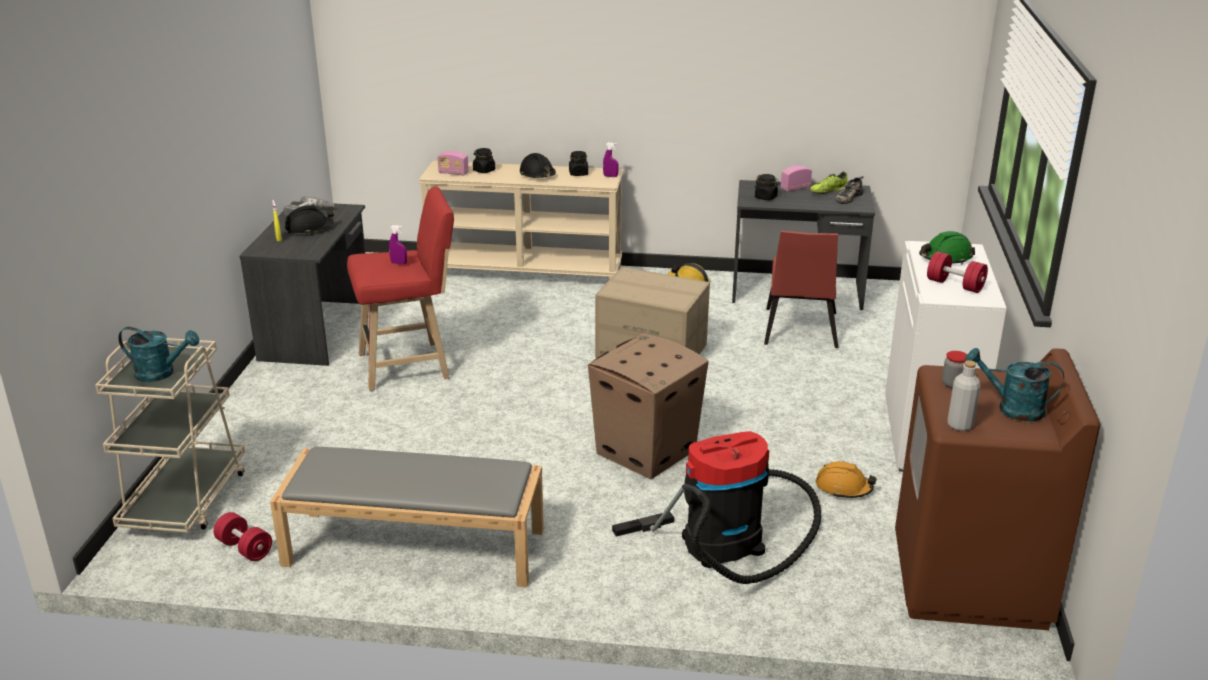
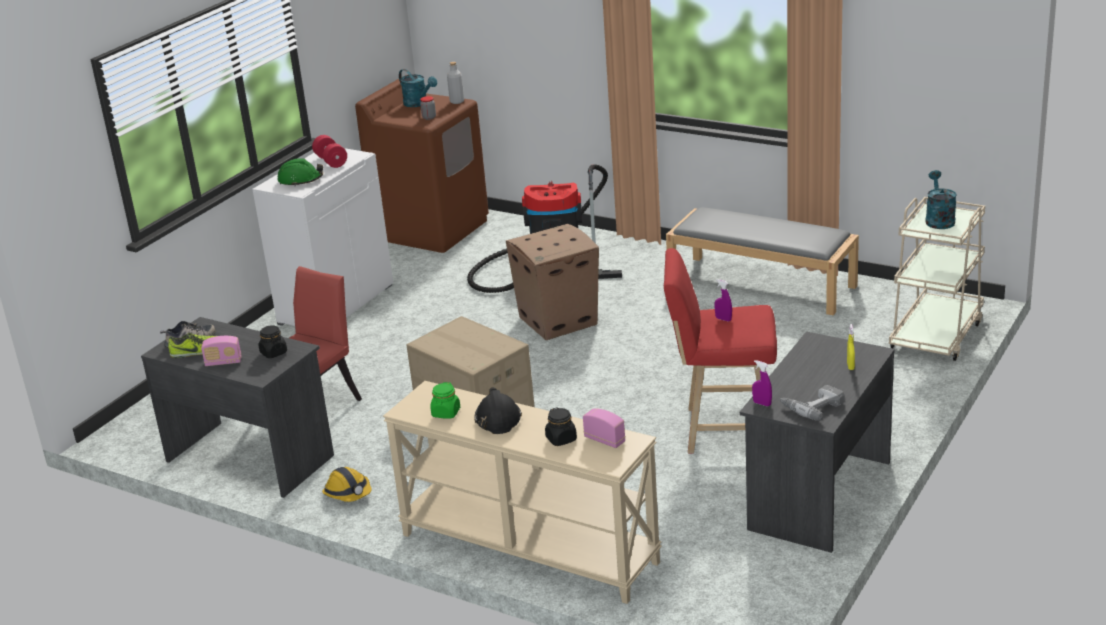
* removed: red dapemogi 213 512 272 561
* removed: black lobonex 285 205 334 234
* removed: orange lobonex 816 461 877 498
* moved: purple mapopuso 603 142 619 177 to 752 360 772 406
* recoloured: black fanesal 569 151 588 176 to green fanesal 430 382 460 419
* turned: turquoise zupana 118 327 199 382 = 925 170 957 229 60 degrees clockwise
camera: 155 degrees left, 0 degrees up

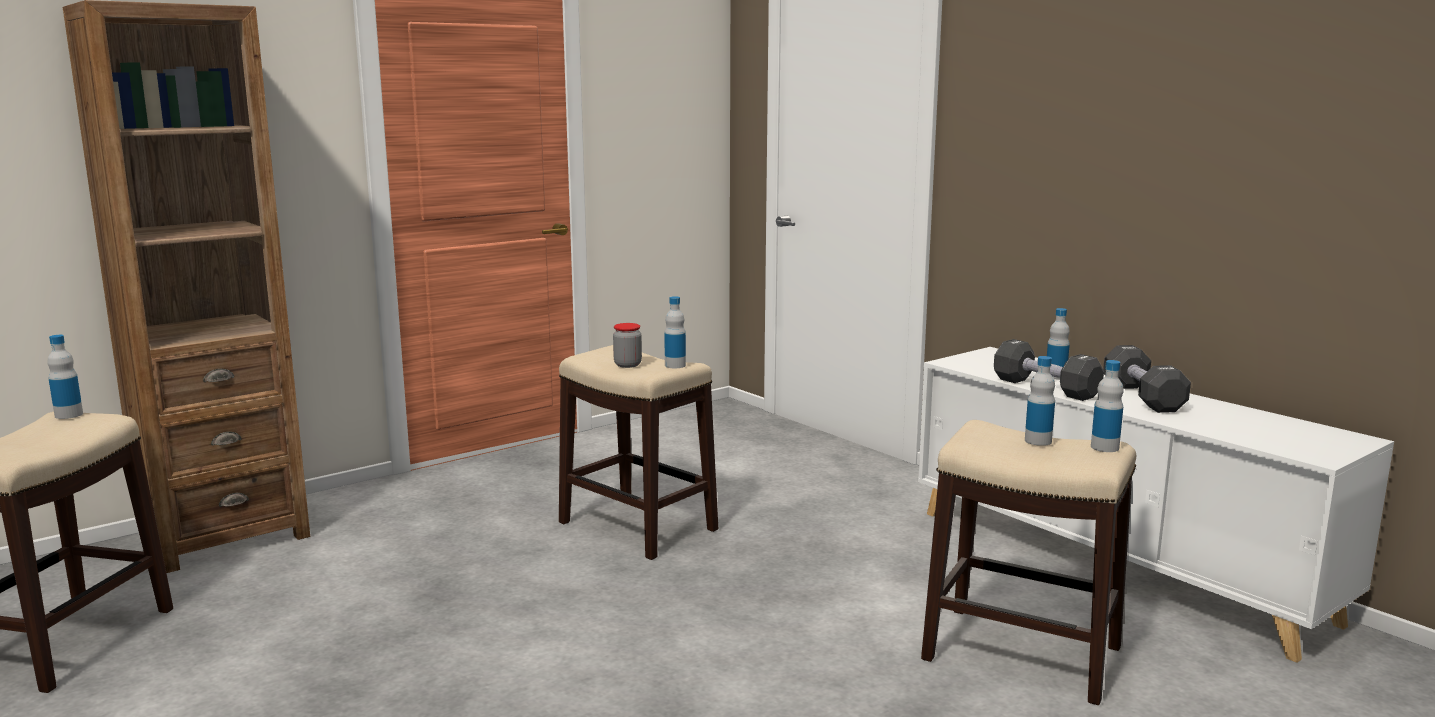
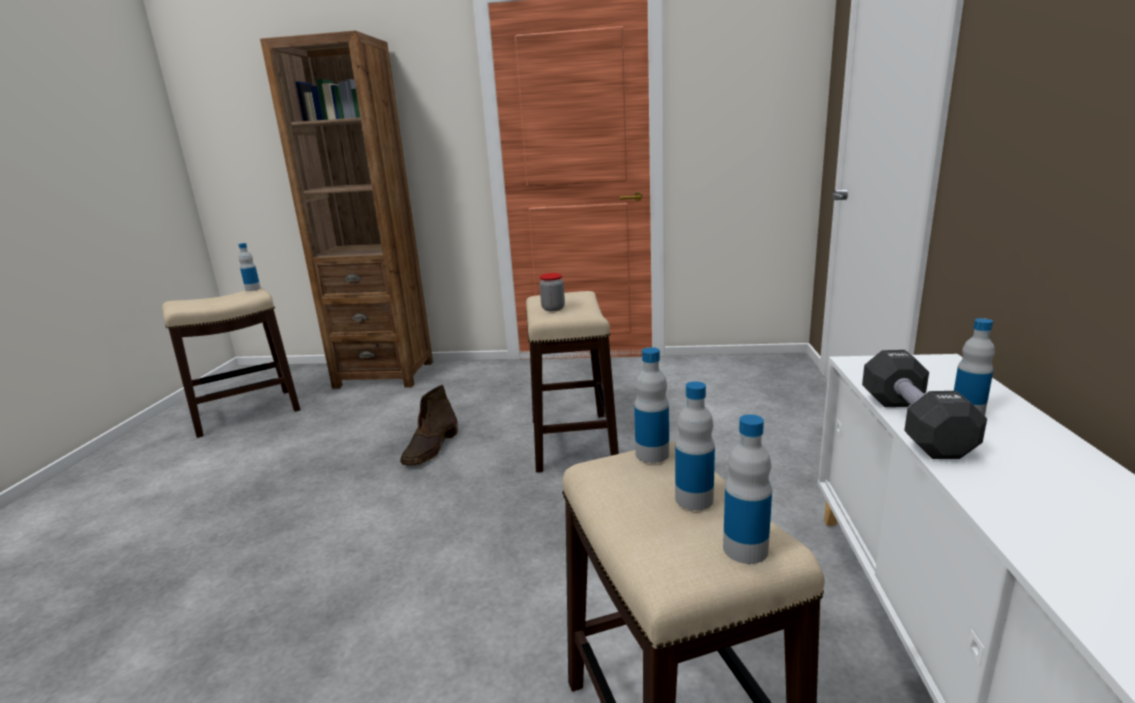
* removed: black dapemogi 1103 345 1191 413
* added: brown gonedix 400 385 458 466
* moved: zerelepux 664 296 686 368 to 634 347 669 463
camera: 45 degrees right, 5 degrees up

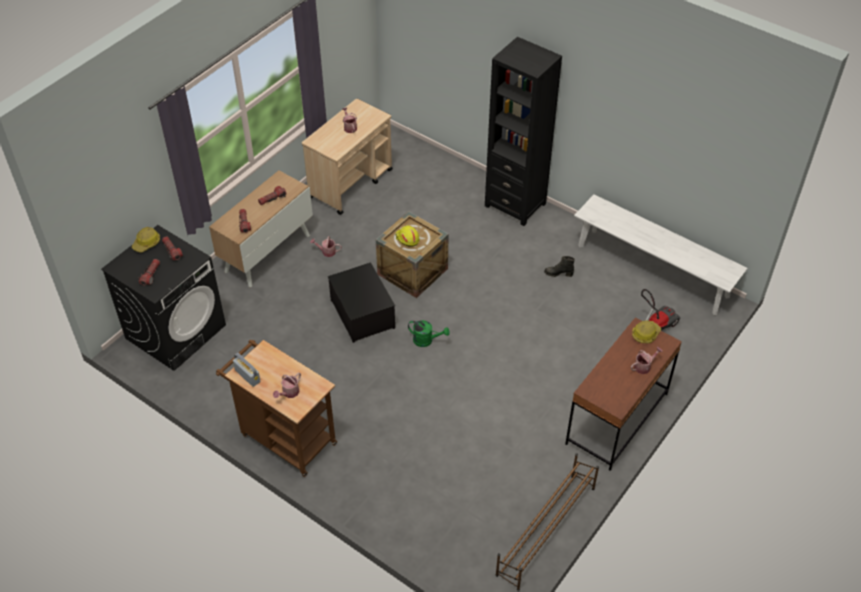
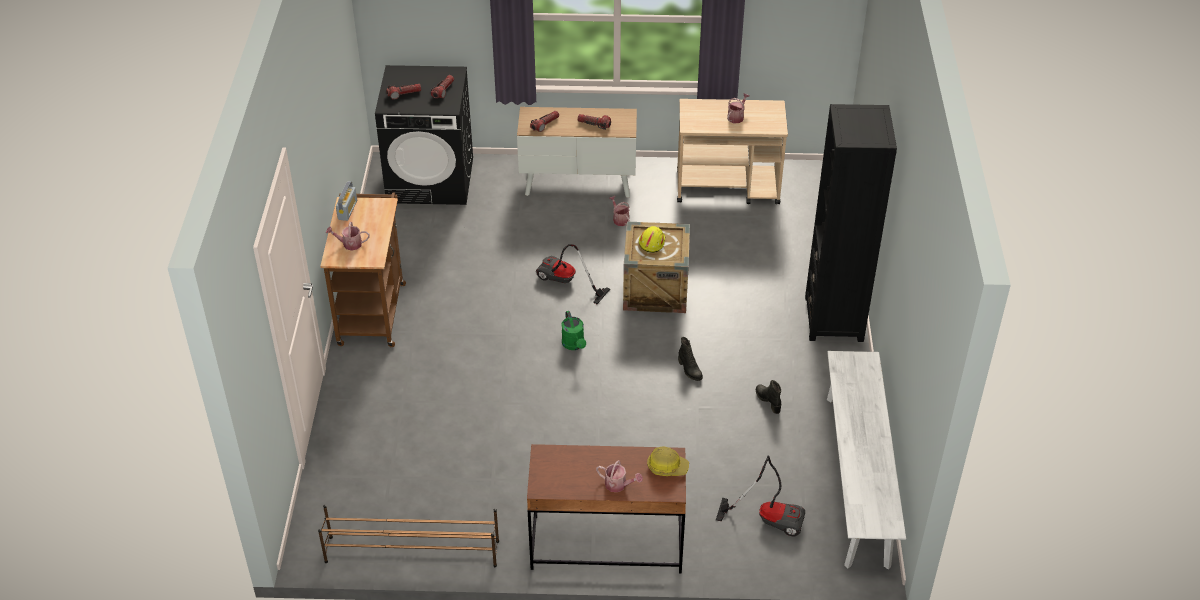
* removed: lobonex 132 227 160 253
* added: black gonedix 678 337 703 381
* replaced: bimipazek 328 262 395 343 to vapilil 536 244 610 304
camera: 55 degrees right, 5 degrees down

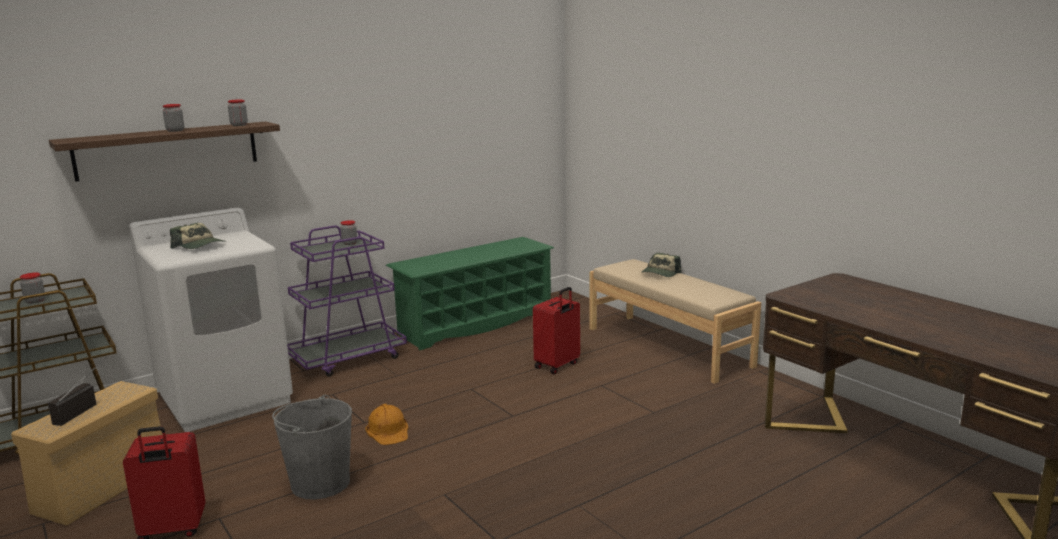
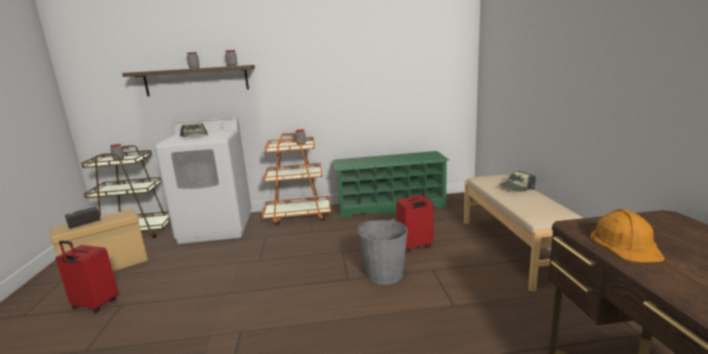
* moved: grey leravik 272 395 352 500 to 359 219 408 285
* moved: orange lobonex 365 404 408 445 to 590 209 665 263
* recoloured: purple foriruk 287 225 407 377 to orange foriruk 262 132 331 225
camera: 30 degrees right, 0 degrees up

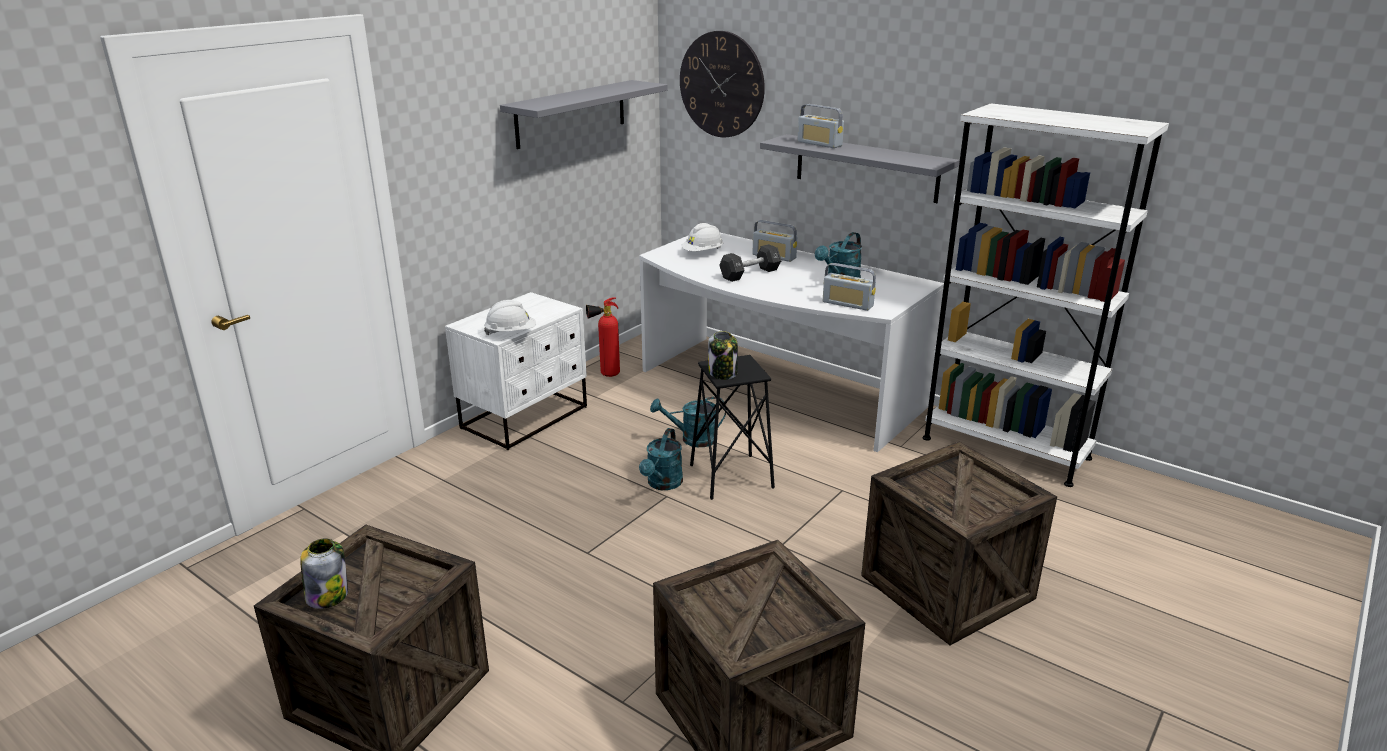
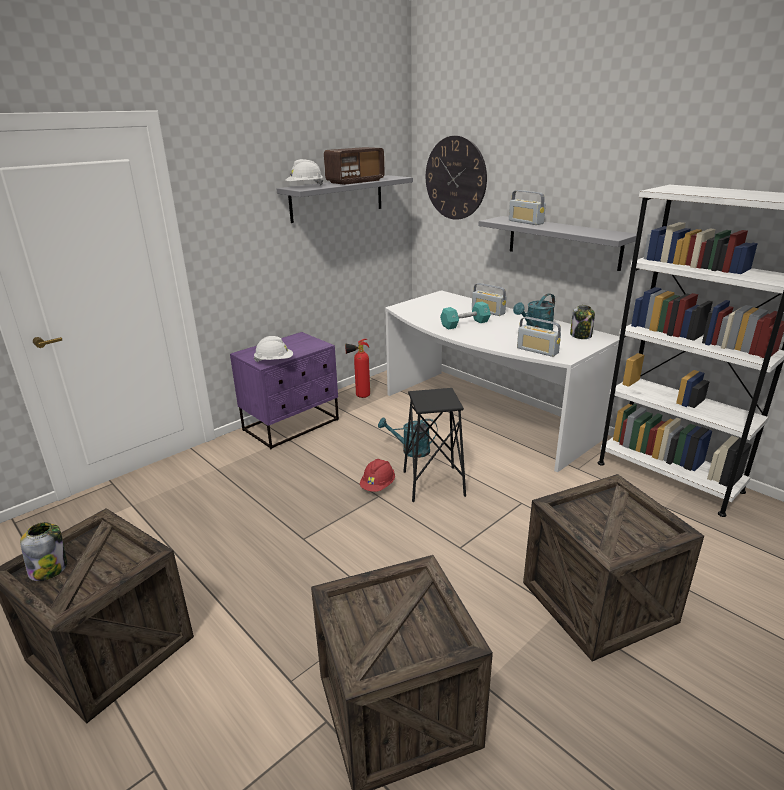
* added: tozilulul 324 147 385 185
* moved: white lobonex 681 223 723 251 to 286 159 323 186
* moved: fanesal 708 331 738 380 to 570 305 595 339
* replaced: turquoise zupana 639 428 683 490 to red lobonex 360 459 395 492
* recoloured: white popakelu 445 292 587 450 to purple popakelu 230 332 339 449
* recoloured: black dapemogi 719 244 782 282 to turquoise dapemogi 440 302 491 329
camera: 10 degrees right, 0 degrees up

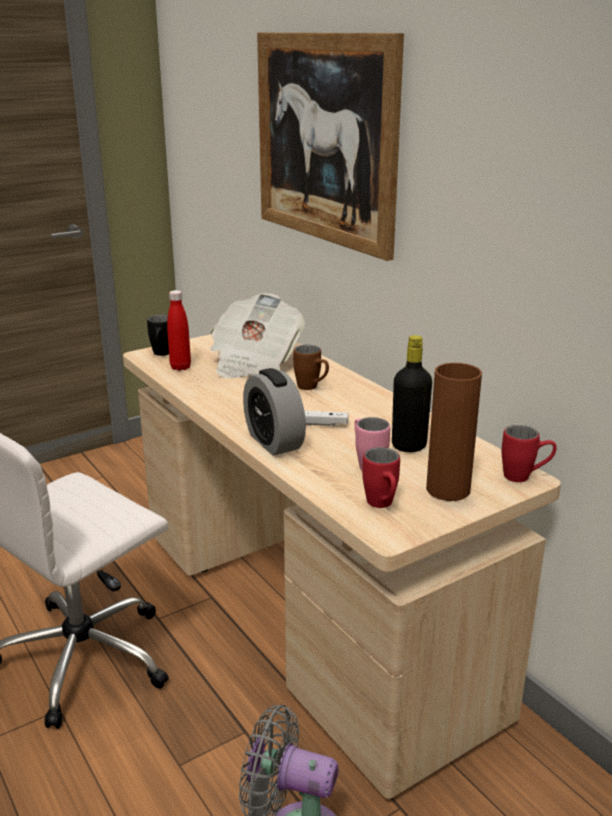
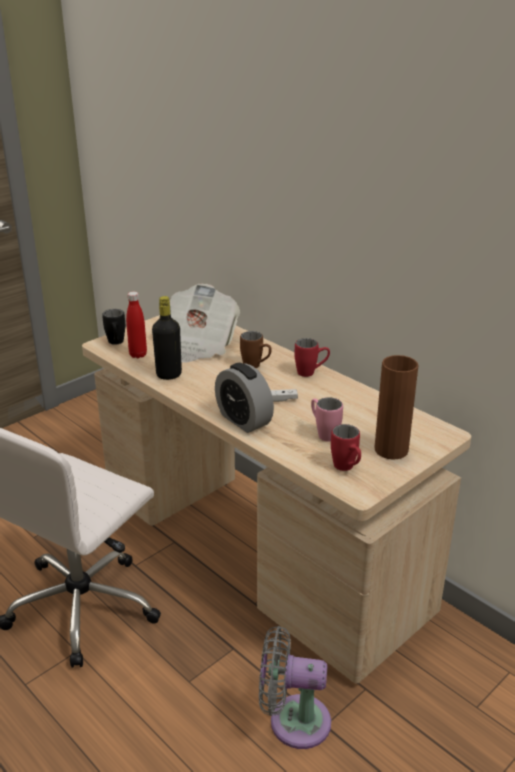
* removed: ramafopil 257 32 404 261
* moved: black zerelepux 392 335 432 452 to 152 296 182 380
* moved: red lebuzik 502 425 557 482 to 295 338 330 377
camera: 10 degrees left, 5 degrees up

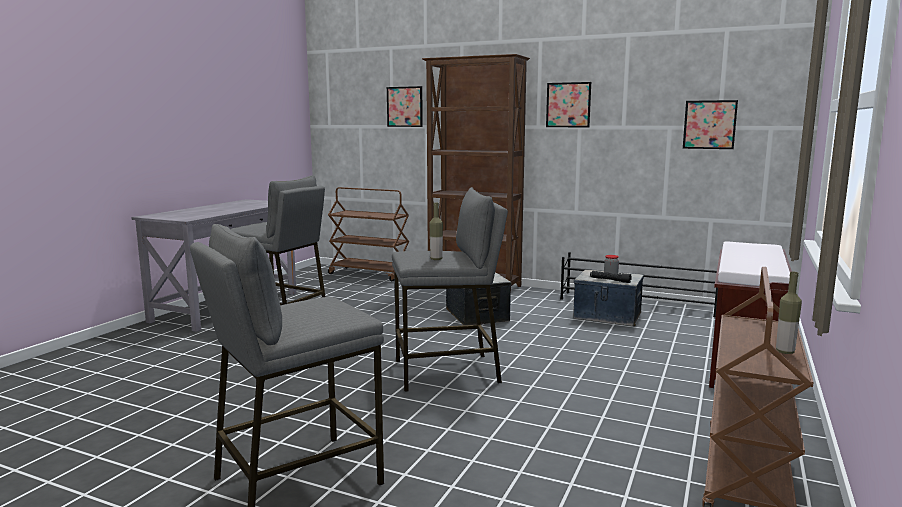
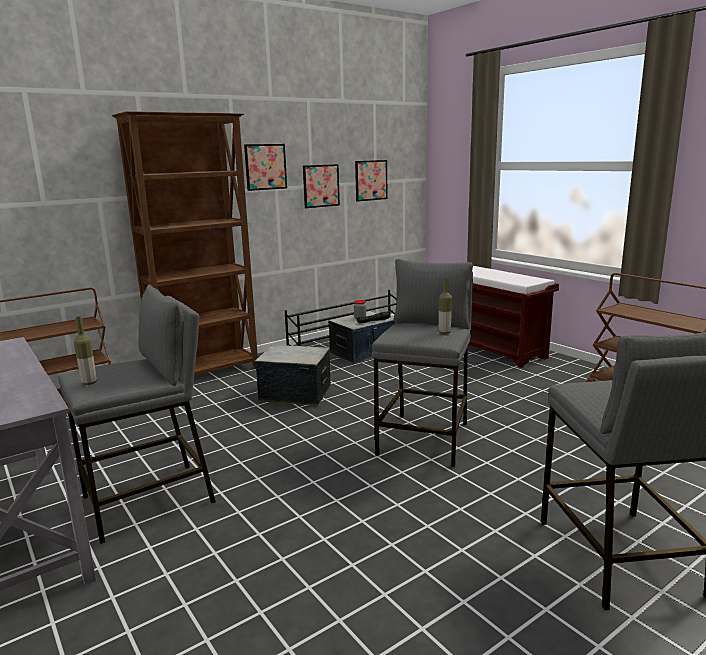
* moved: ramafopil 387 86 423 127 to 303 164 340 208
* moved: zerelepux 776 272 802 354 to 74 316 97 385
camera: 60 degrees left, 5 degrees up

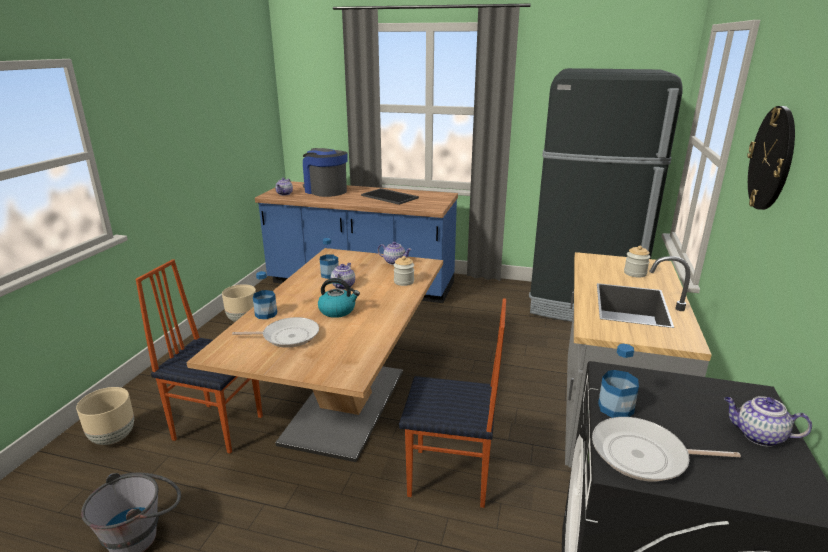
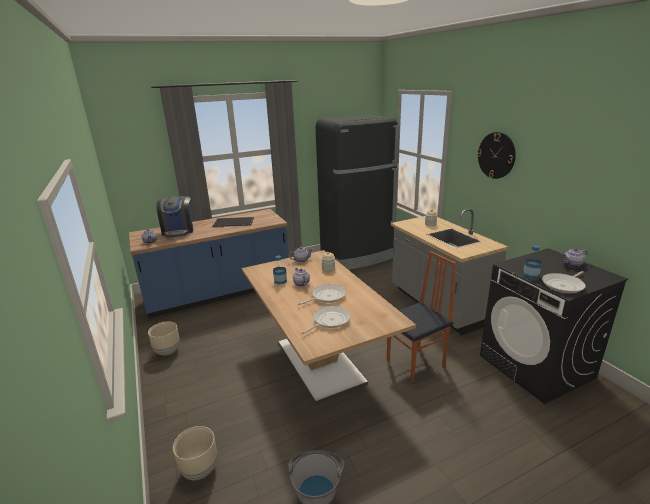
* removed: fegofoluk 135 259 263 454
* removed: zerelepux 253 271 277 319
* replaced: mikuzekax 318 278 360 318 to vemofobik 298 284 346 305
* turned: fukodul 303 148 348 197 = 156 196 193 238 105 degrees counterclockwise
camera: 40 degrees left, 0 degrees up

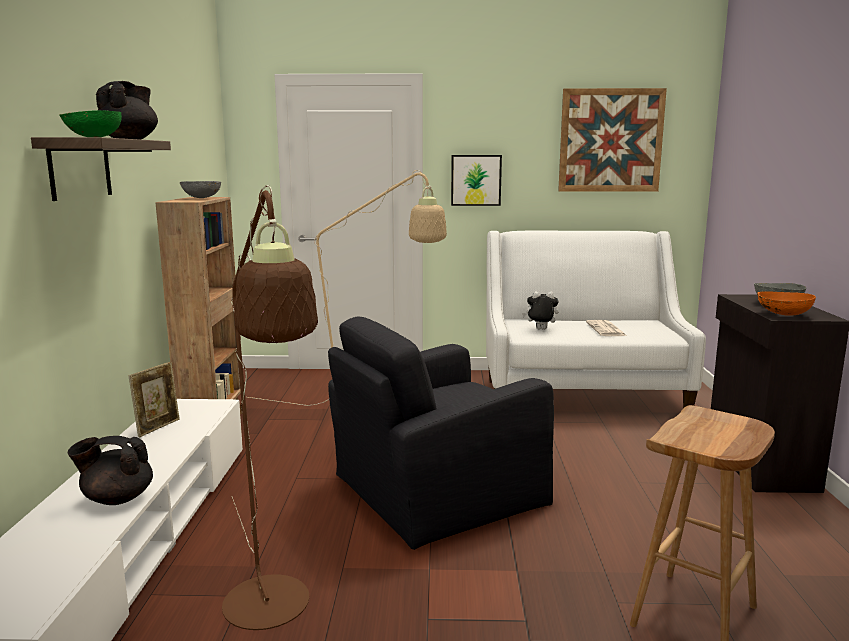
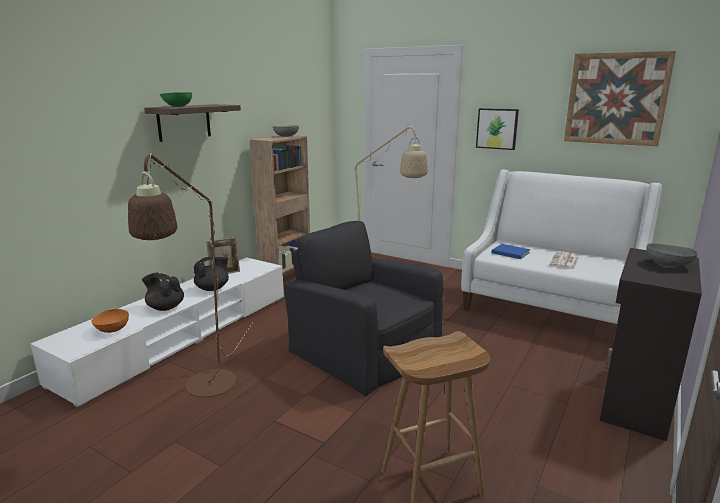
* moved: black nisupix 96 81 158 140 to 194 257 229 291
* moved: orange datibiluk 757 291 816 316 to 91 309 129 333
* replaced: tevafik 522 291 558 330 to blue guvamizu 492 244 530 259
* turned: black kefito 328 317 554 550 = 284 221 443 396 45 degrees clockwise
camera: 30 degrees right, 5 degrees up

